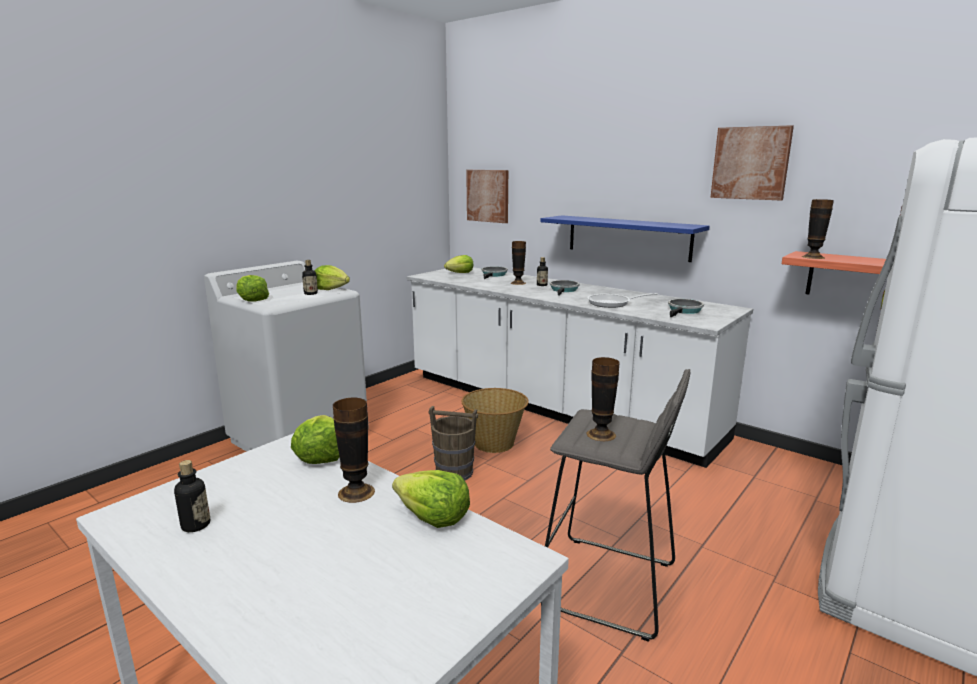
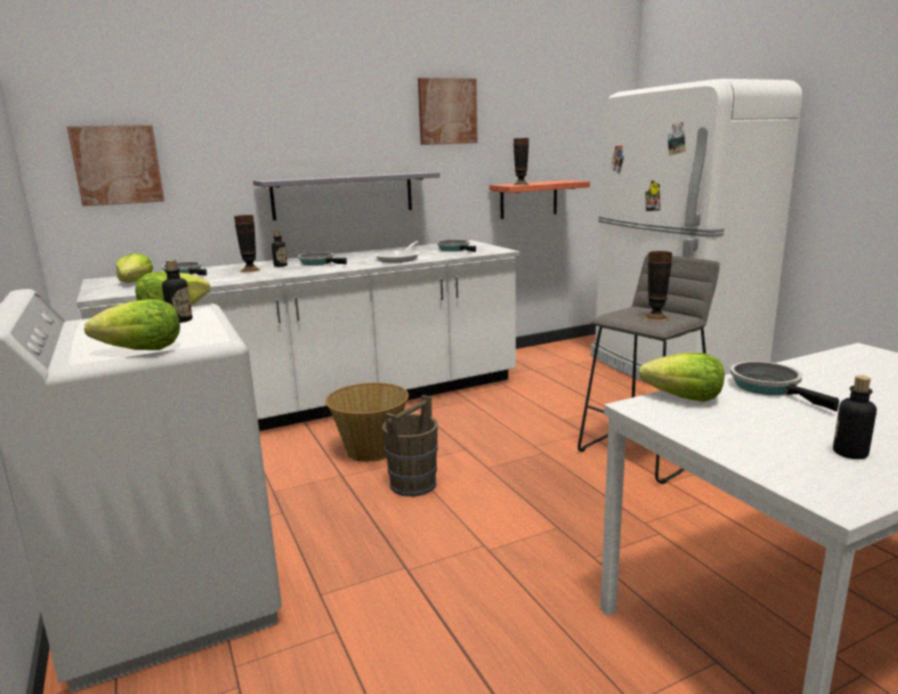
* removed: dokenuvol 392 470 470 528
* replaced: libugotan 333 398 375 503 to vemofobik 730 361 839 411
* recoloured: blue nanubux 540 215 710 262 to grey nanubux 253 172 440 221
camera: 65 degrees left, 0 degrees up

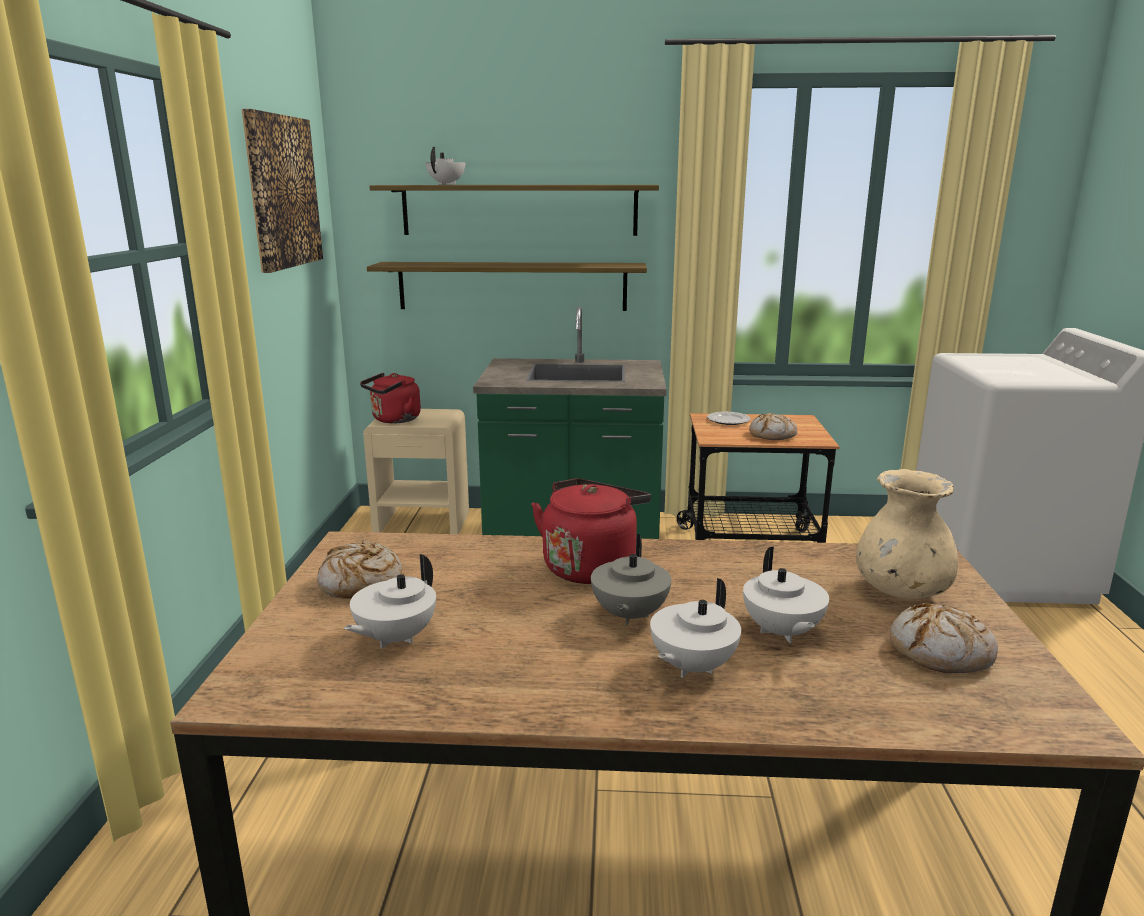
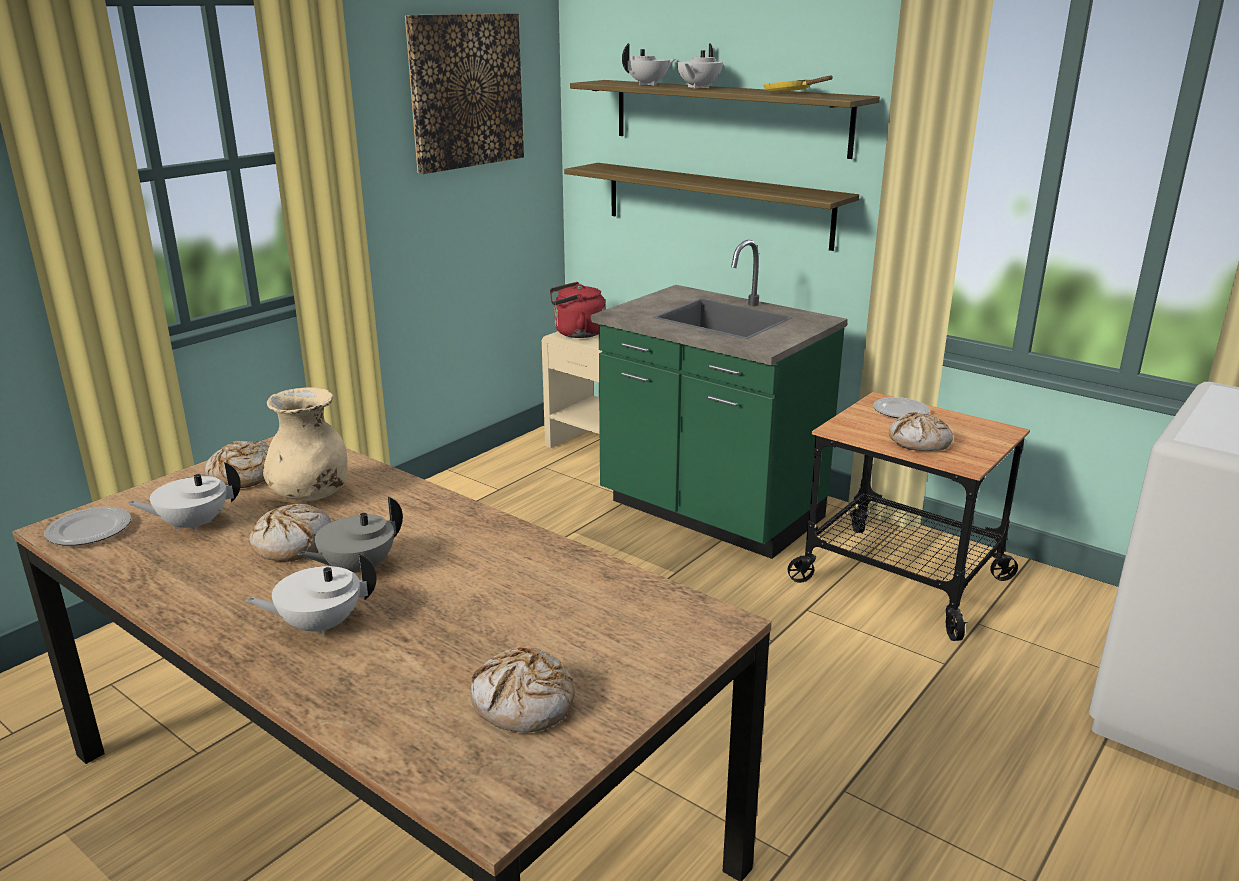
* removed: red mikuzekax 531 478 651 584
* added: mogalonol 44 507 131 545
* added: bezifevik 250 504 331 562
* added: yellow vemofobik 763 75 833 92
* moved: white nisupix 743 547 829 643 to 677 43 723 89
* moved: beige libugotan 856 469 958 599 to 263 387 348 501
camera: 35 degrees right, 5 degrees up

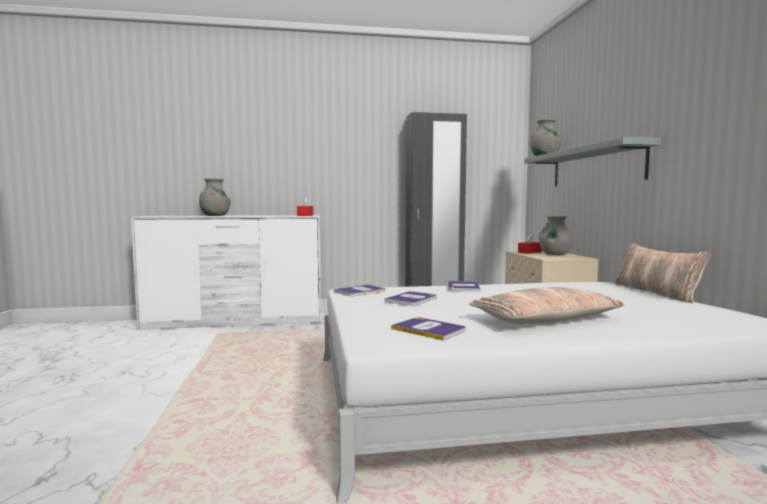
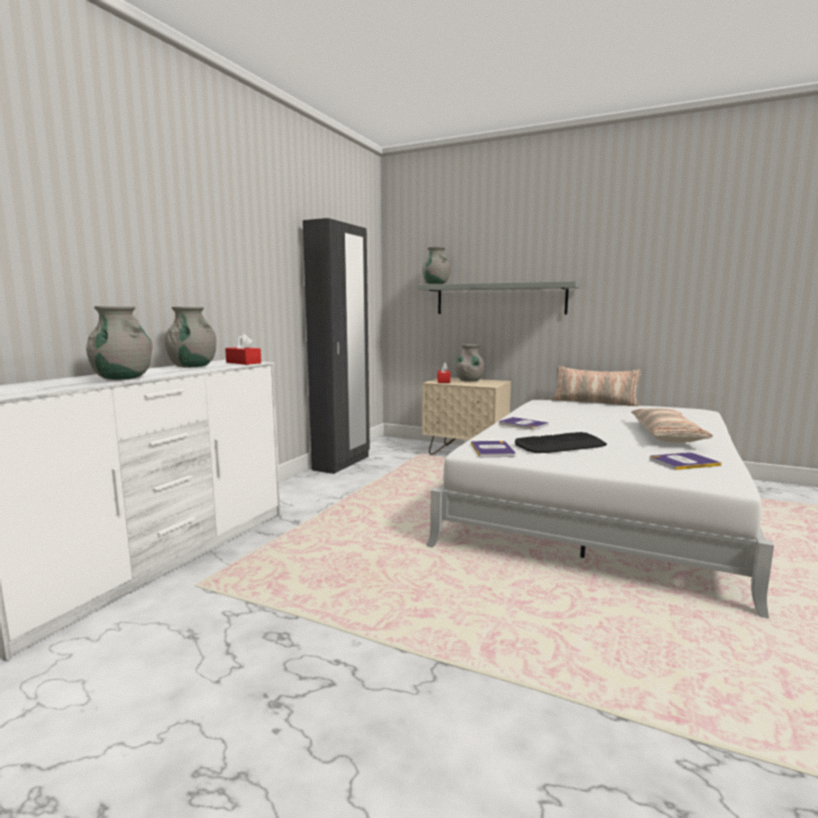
* added: grey libugotan 165 307 216 368
* replaced: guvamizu 384 291 437 306 to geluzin 515 432 607 453
camera: 55 degrees left, 5 degrees up

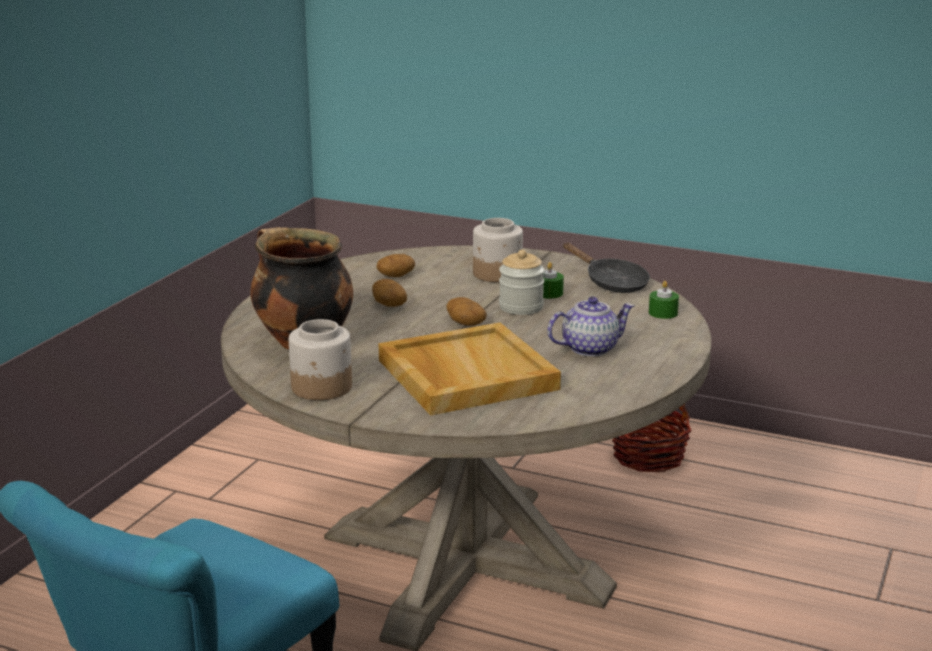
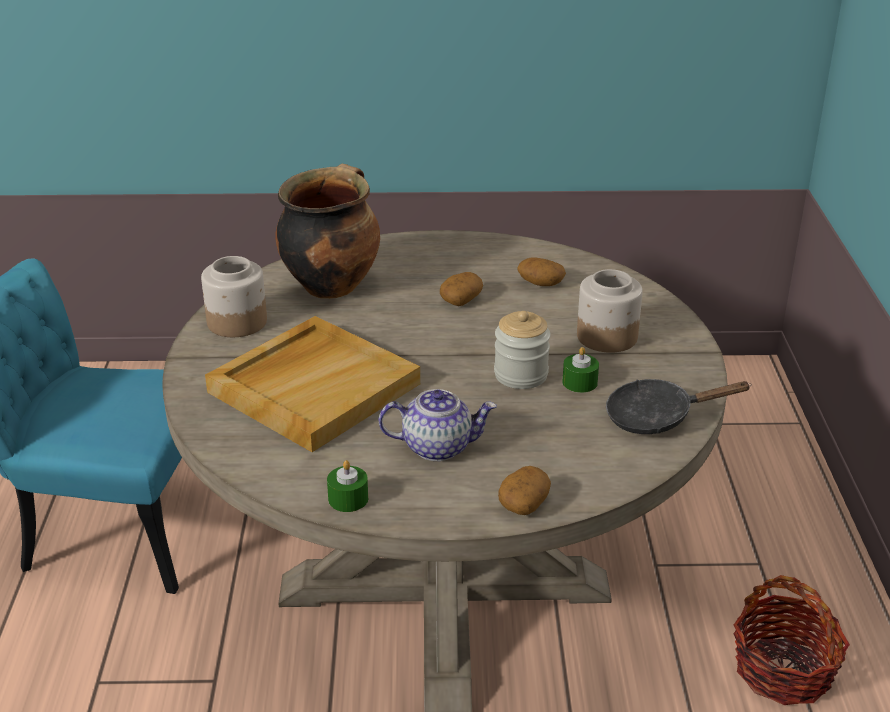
* moved: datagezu 446 297 487 326 to 498 466 551 515
* moved: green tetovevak 649 281 679 319 to 327 460 368 512
* turned: nisupix 547 297 635 357 = 378 389 497 461 45 degrees counterclockwise
* turned: black vemofobik 563 242 650 293 = 606 379 752 434 60 degrees clockwise
camera: 65 degrees right, 10 degrees up

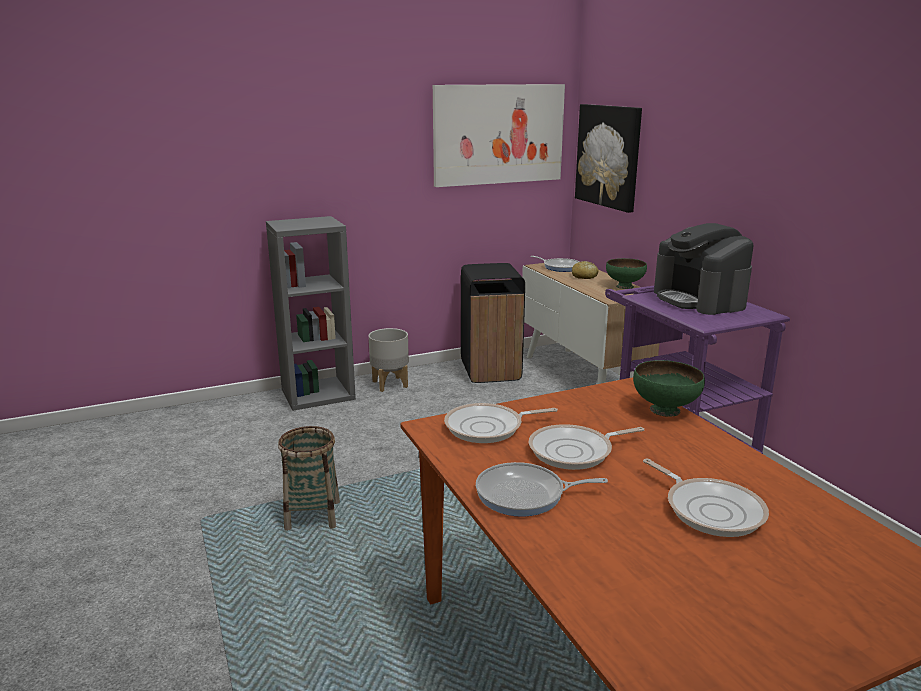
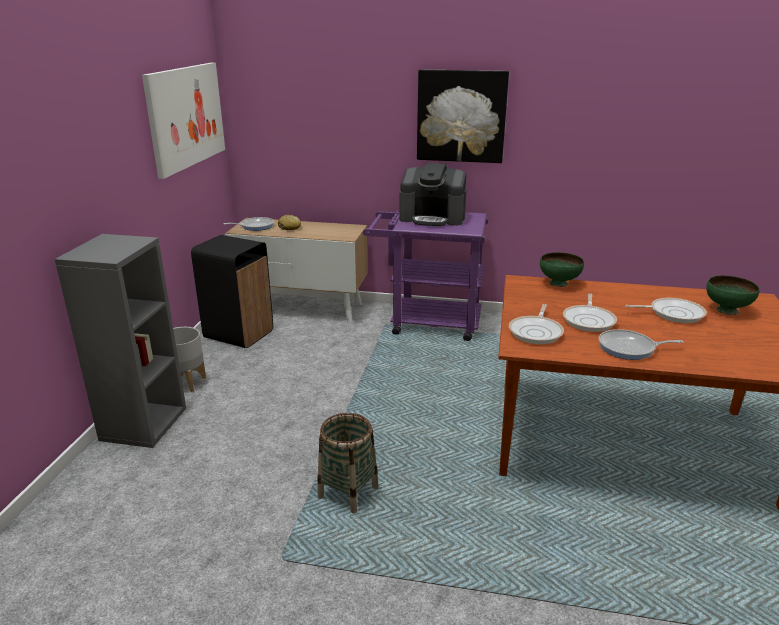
* moved: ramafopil 575 104 642 213 to 417 69 509 163
* moved: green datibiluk 606 258 647 289 to 706 275 760 315
* turned: vemofobik 476 462 608 517 = 599 329 683 360 60 degrees clockwise
camera: 55 degrees left, 5 degrees up

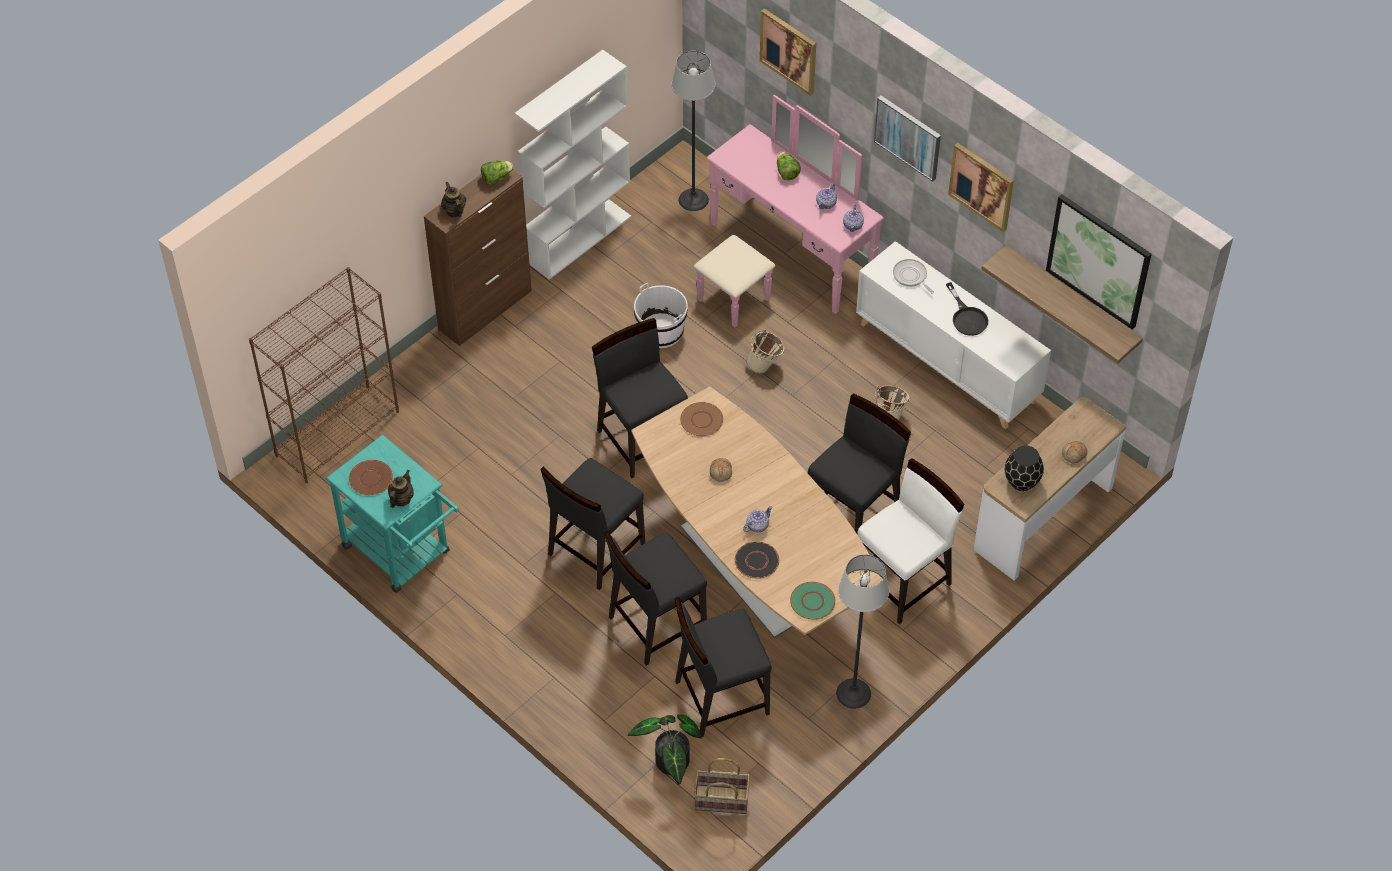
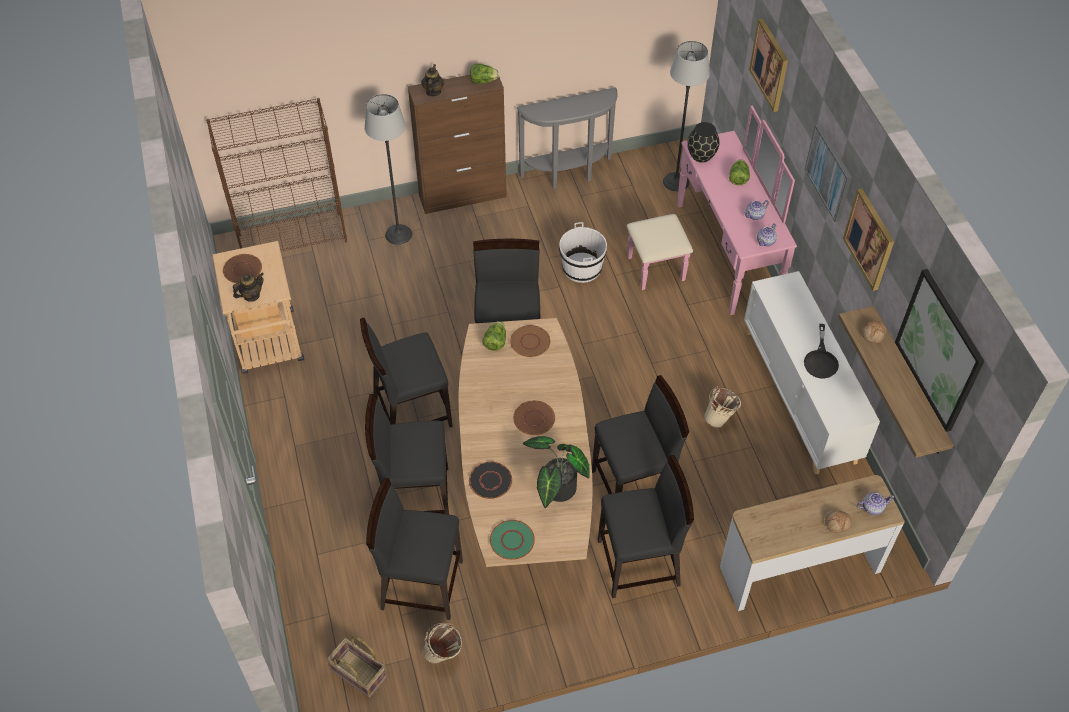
* removed: vemofobik 893 259 934 294
* added: dokenuvol 482 321 506 351
* added: brown mogalonol 513 400 555 435
* moved: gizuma 628 714 702 785 to 523 436 590 508
* moved: bezifevik 710 458 732 482 to 862 321 886 343
* moved: nisupix 743 506 772 532 to 857 492 894 515
* moved: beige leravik 746 330 784 374 to 422 623 462 664
* moved: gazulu 836 554 889 709 to 364 94 412 245
* moved: black libugotan 1005 445 1044 491 to 687 122 720 163
* replaced: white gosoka 515 50 631 280 to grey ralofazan 516 88 617 189
* recoloured: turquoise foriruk 326 434 459 593 to beige foriruk 212 241 304 374
* recoloured: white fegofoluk 857 458 964 624 to black fegofoluk 598 455 694 598
camera: 30 degrees right, 0 degrees up

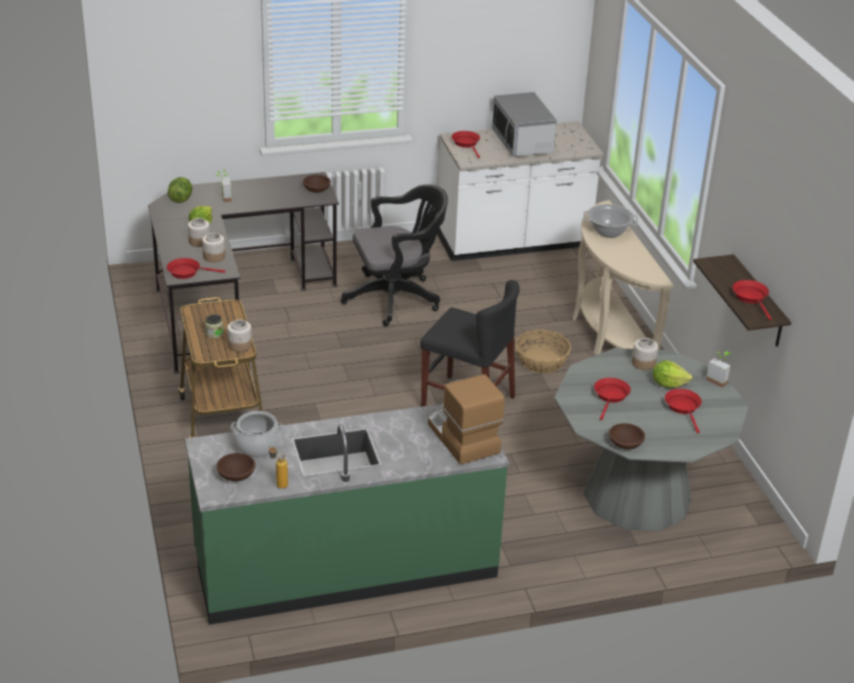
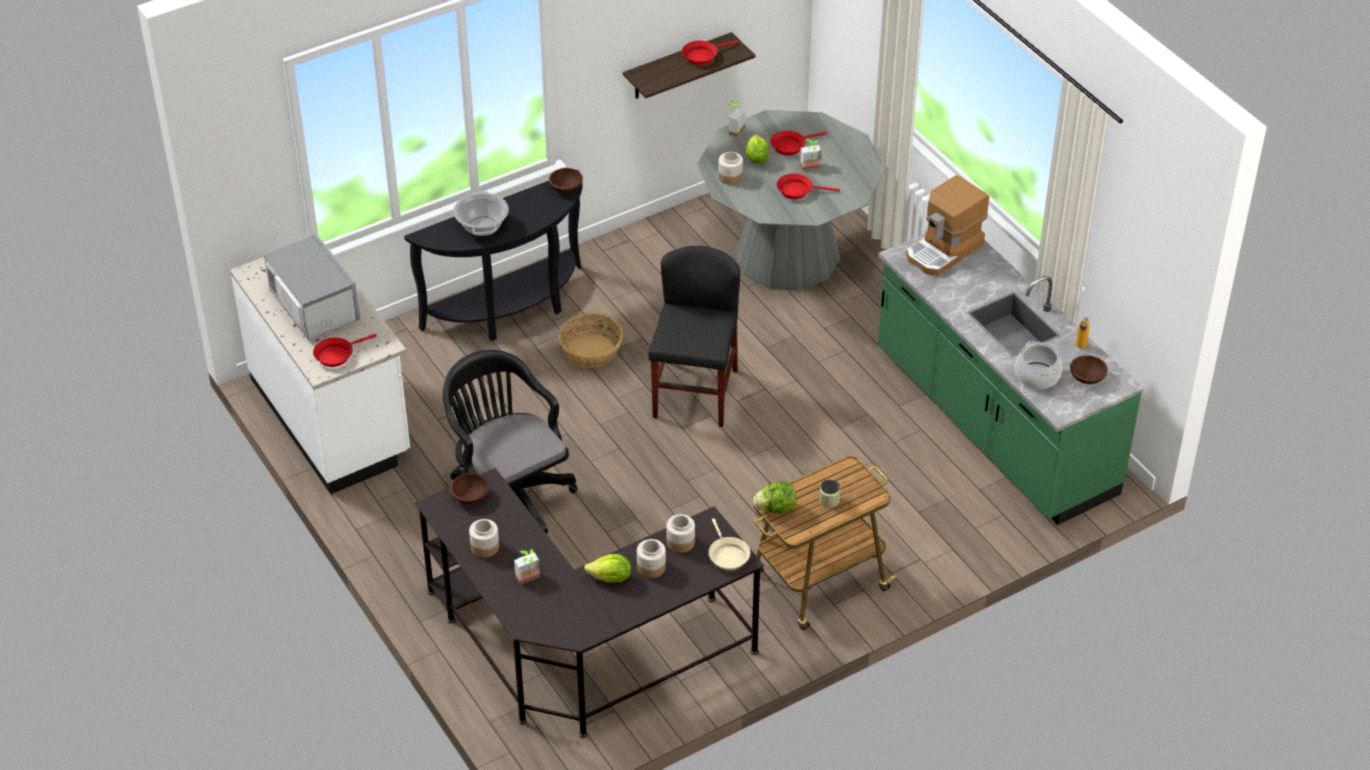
* added: gizuma 800 139 821 171
* moved: dokenuvol 168 177 192 203 to 754 482 796 514
* moved: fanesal 227 319 252 352 to 469 519 499 558
* moved: brown datibiluk 609 423 645 449 to 549 168 583 193
* recoloured: red vemofobik 167 258 225 279 to beige vemofobik 709 518 750 570
* recoloured: beige ralofazan 573 200 674 355 to black ralofazan 404 170 582 341
* turned: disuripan 492 92 557 157 = 264 234 360 340 90 degrees counterclockwise
camera: 105 degrees left, 10 degrees up

